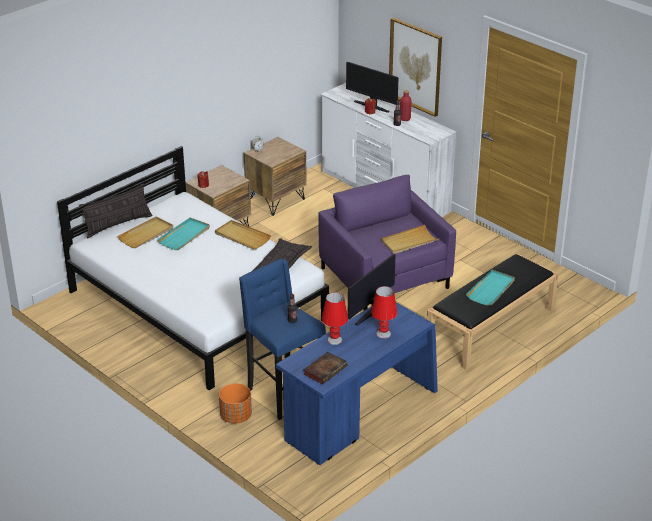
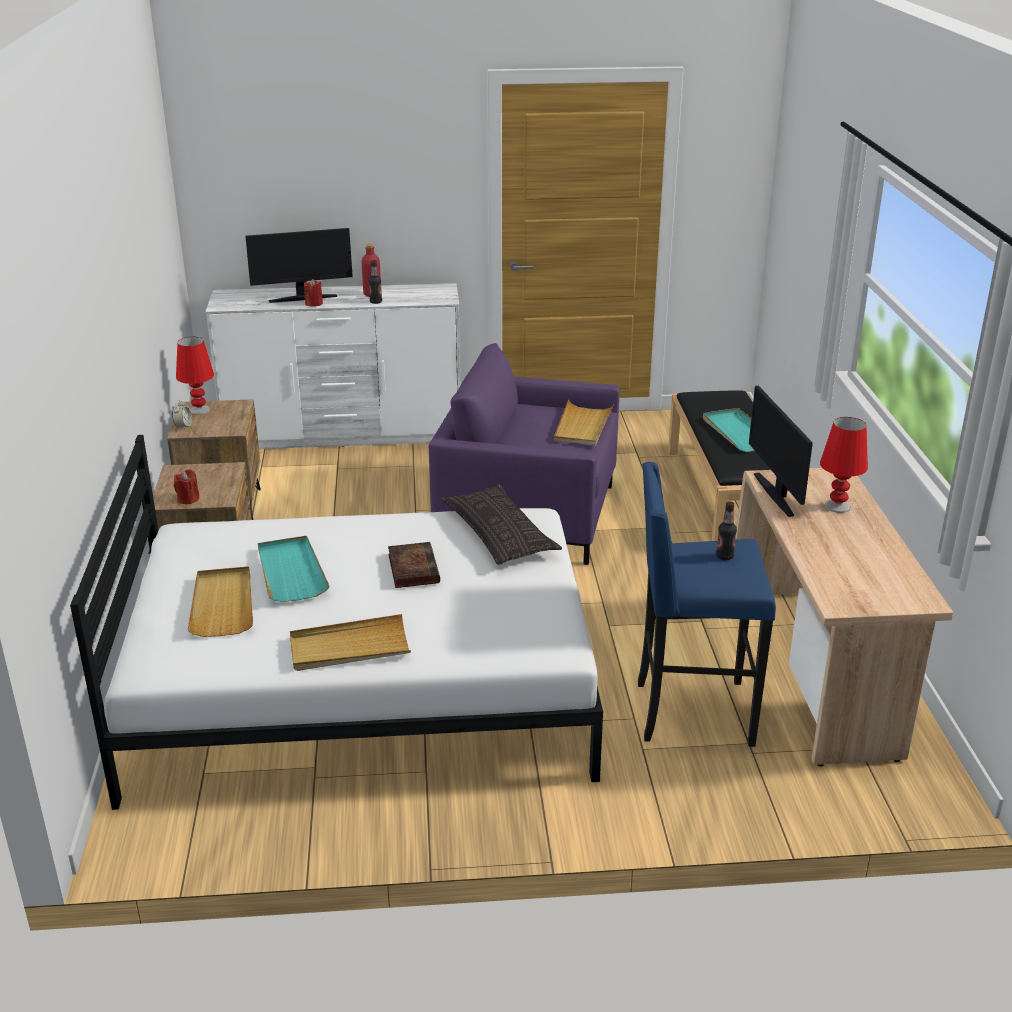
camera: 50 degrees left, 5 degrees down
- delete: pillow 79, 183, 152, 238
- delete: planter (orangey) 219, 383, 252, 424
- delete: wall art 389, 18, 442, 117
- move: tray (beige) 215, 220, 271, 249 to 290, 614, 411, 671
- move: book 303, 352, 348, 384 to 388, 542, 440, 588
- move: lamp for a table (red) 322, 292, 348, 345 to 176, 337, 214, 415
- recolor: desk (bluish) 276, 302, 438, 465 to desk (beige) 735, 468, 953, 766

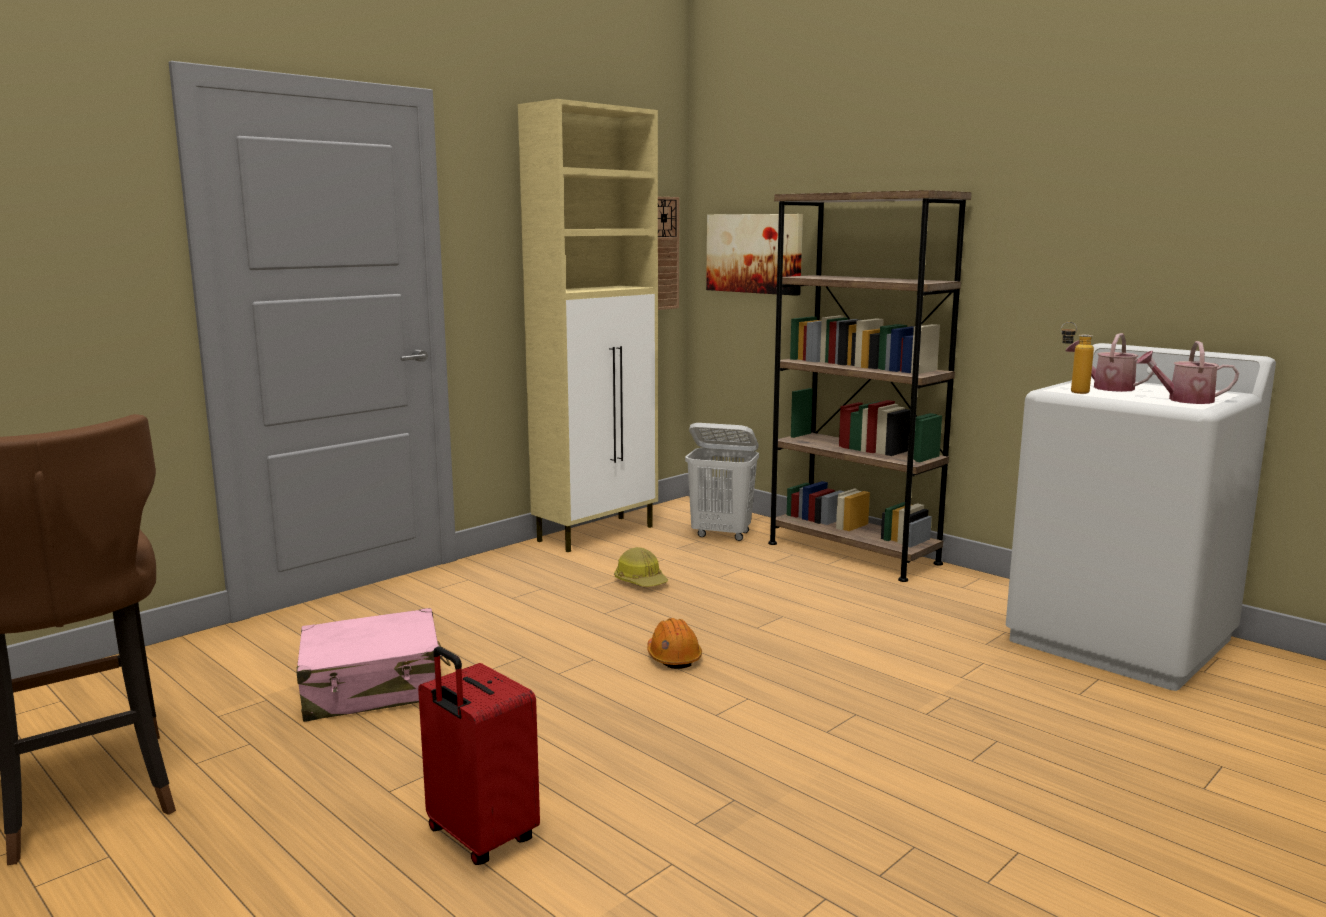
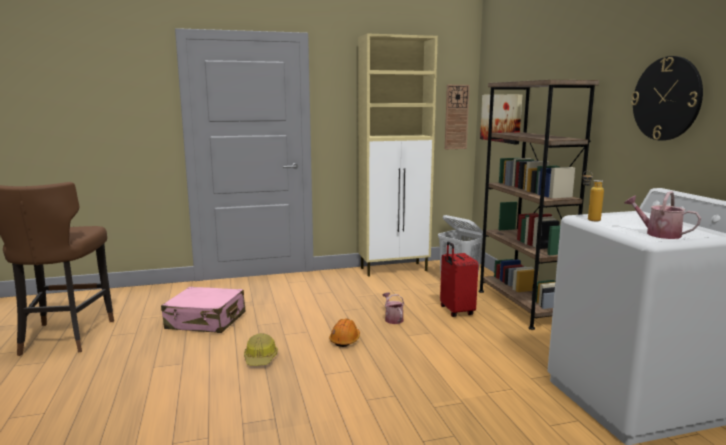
camera: 30 degrees right, 0 degrees up
- insert: hanging clock 631, 56, 703, 141
- move: piece of luggage (red) 418, 647, 540, 865 to 440, 242, 479, 317
- move: safety helmet 614, 547, 668, 587 to 244, 333, 278, 366
- move: watering pot 1065, 333, 1157, 392 to 383, 292, 404, 324

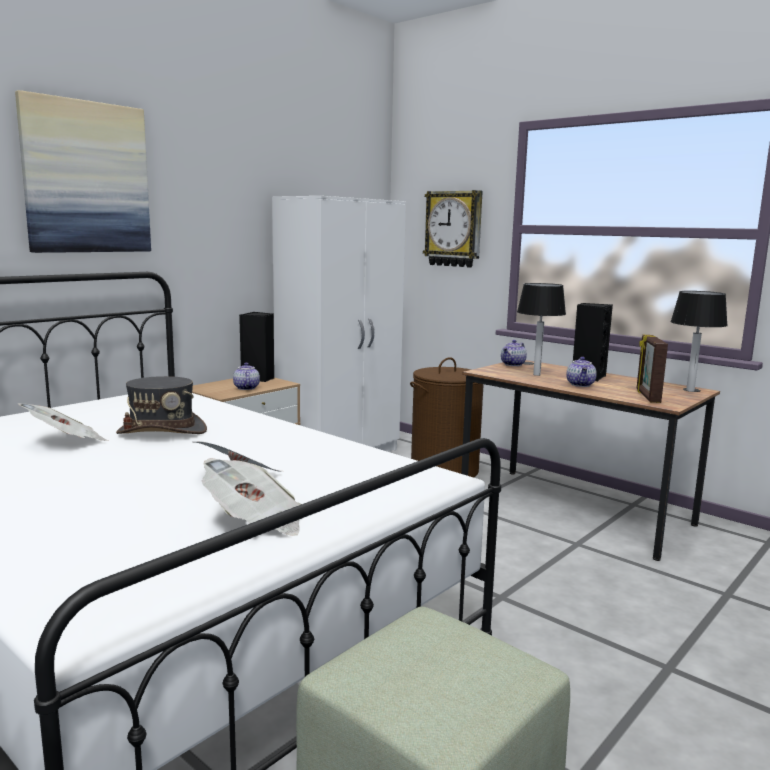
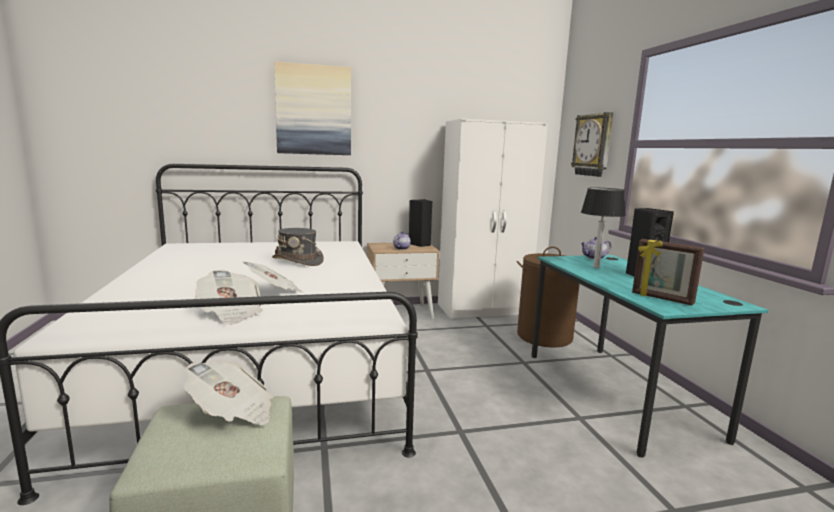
camera: 35 degrees right, 0 degrees up
- delete: pot for tea 566, 357, 597, 387
- delete: lamp for a table 670, 291, 728, 392
- move: daily paper 17, 403, 108, 441 to 184, 361, 273, 425
- recolor: desk (brown) 461, 360, 720, 561 to desk (turquoise) 532, 255, 768, 458
- rotate: photo frame 637, 335, 668, 403 = 632, 239, 704, 305 90 degrees counterclockwise

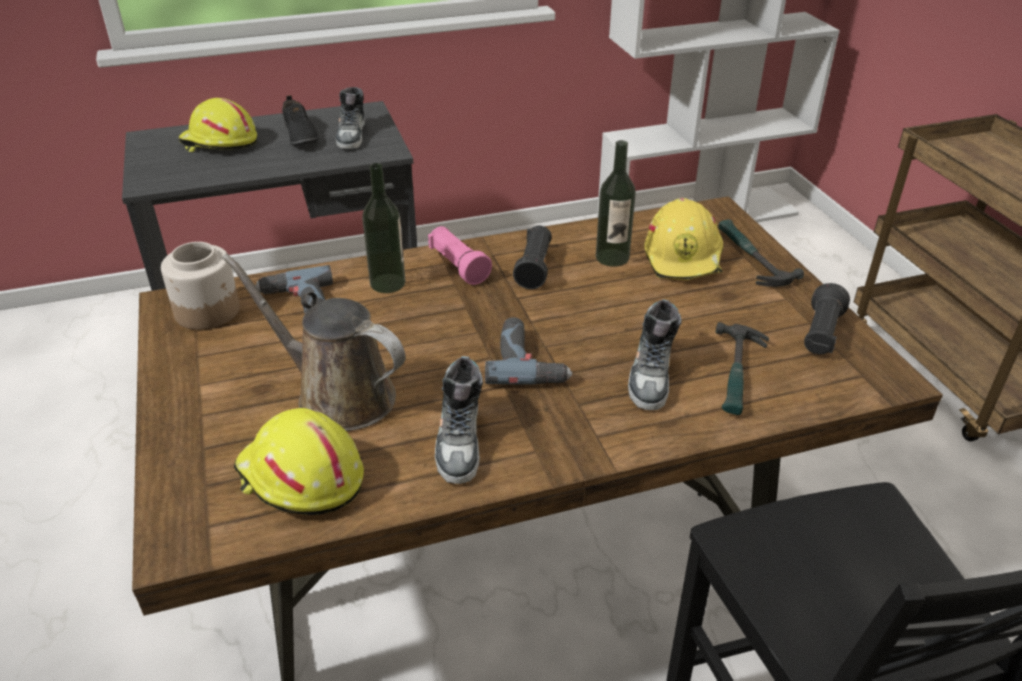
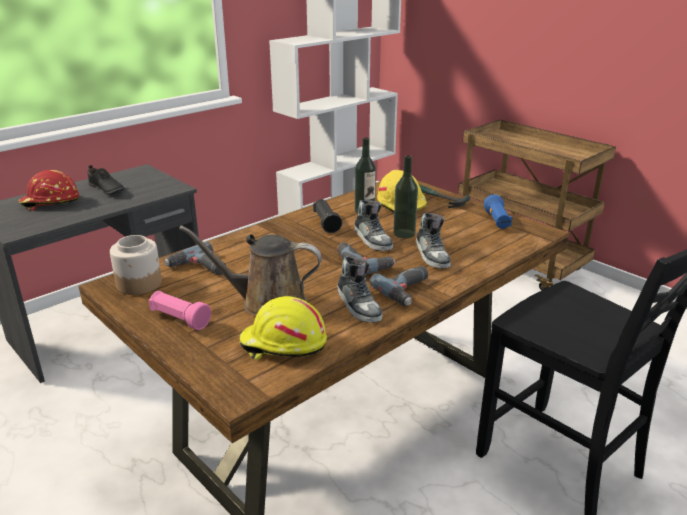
camera: 25 degrees left, 10 degrees down
- delete: hand hammer 716, 322, 769, 415
- insert: drill 369, 266, 428, 306
- move: shoe 336, 87, 365, 149 to 354, 200, 393, 251
- move: bottle 362, 163, 406, 293 to 393, 155, 418, 238
- move: hand torch (pink-coloured) 428, 226, 492, 285 to 148, 291, 211, 330
- recolor: safety helmet (yellow-coloured) 179, 98, 257, 152 to safety helmet (red) 19, 170, 79, 211
- recolor: hand torch (black-coloured) 804, 283, 850, 355 to hand torch (bluish) 484, 194, 512, 229

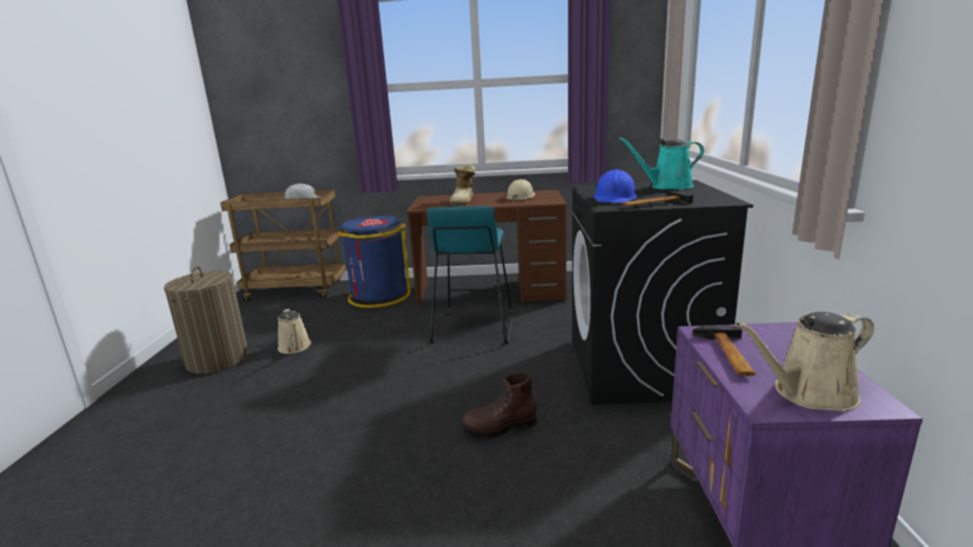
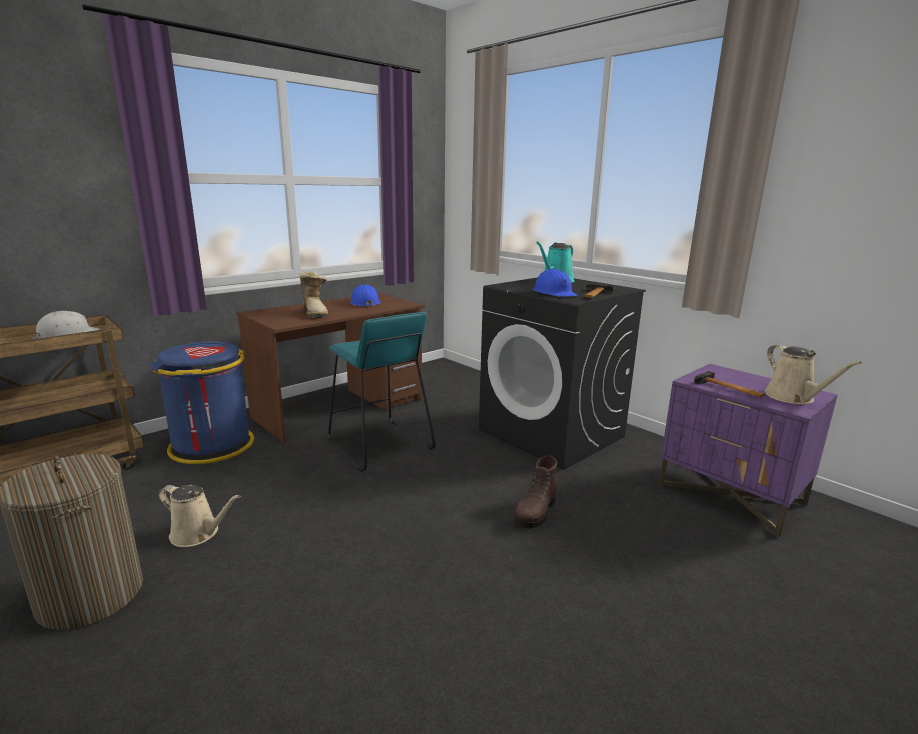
camera: 45 degrees left, 0 degrees up
- recolor: safety helmet (beige) 506, 179, 535, 201 to safety helmet (bluish) 350, 284, 380, 307
- rotate: watering pot (beige) 735, 312, 874, 411 = 764, 345, 862, 404 45 degrees counterclockwise

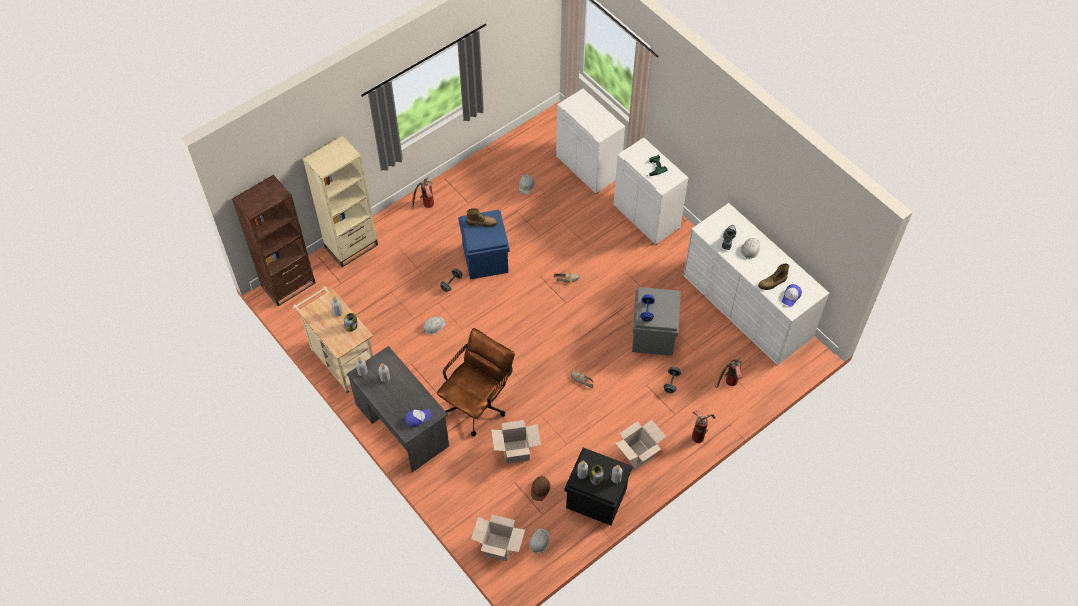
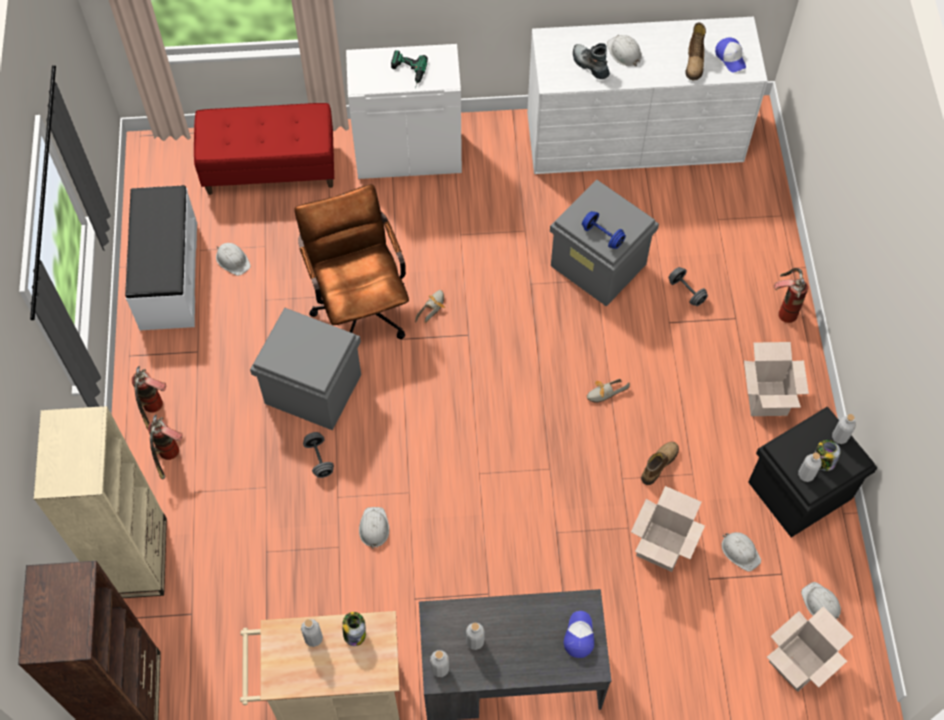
camera: 55 degrees left, 5 degrees up
- insert: long seat (white) 125, 185, 197, 330
- move: desk chair (brown) 437, 328, 515, 436 to 294, 184, 409, 339
- move: tall boot 466, 208, 498, 227 to 641, 442, 679, 485
- move: fire-fighting cylinder 715, 358, 743, 388 to 148, 415, 183, 479
- replace: storage cabinet (white) 556, 89, 625, 194 to long seat (red) 194, 103, 334, 195
- recolor: storage container (bluish) 458, 210, 510, 279 to storage container (grey) 250, 308, 361, 430
- recolor: safety helmet (brown) 531, 476, 550, 501 to safety helmet (white) 722, 532, 761, 571

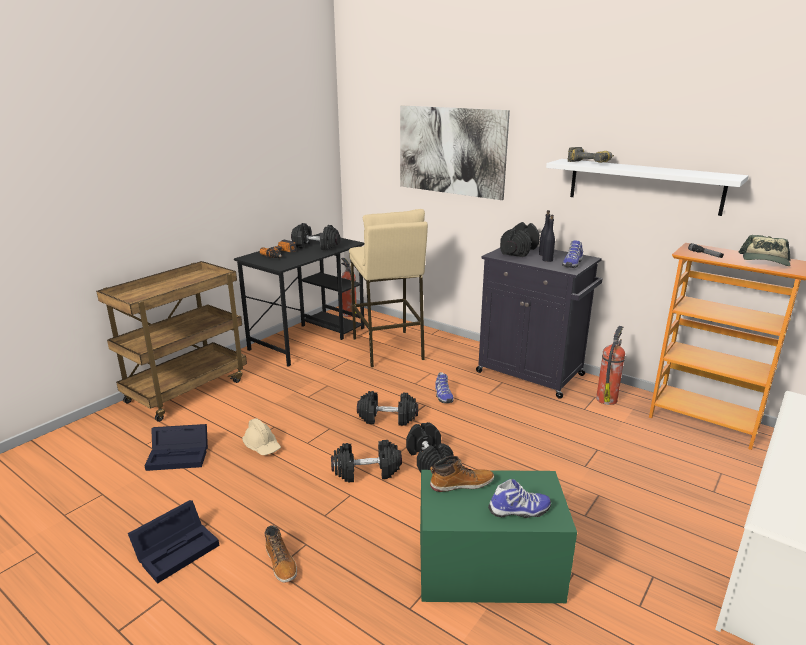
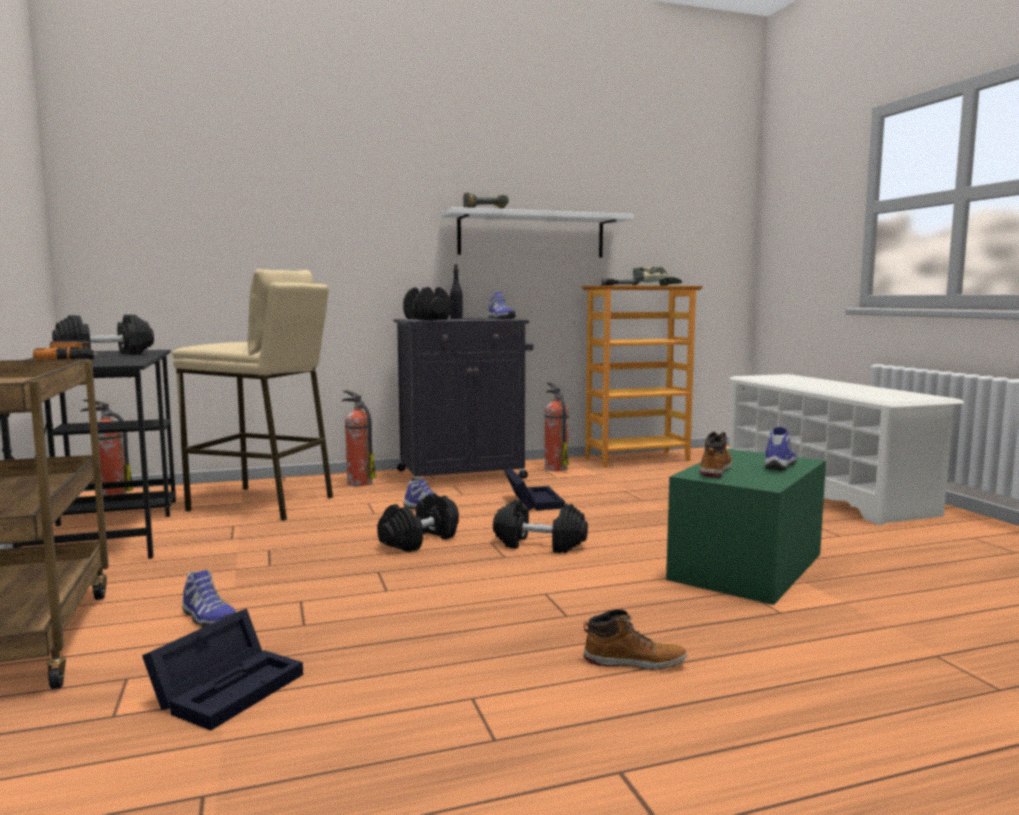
camera: 55 degrees left, 15 degrees down
- delete: safety helmet (beige) 242, 418, 281, 455
- delete: free weight (black-coloured) 331, 440, 402, 482
- delete: wall art 400, 106, 510, 200
- delete: bottle (black-coloured) 542, 215, 555, 262
- insert: shoe 182, 570, 236, 628
- insert: fire-fighting cylinder 342, 390, 376, 486
- move: storage container (black-coloured) 128, 500, 220, 584 to 504, 468, 565, 510

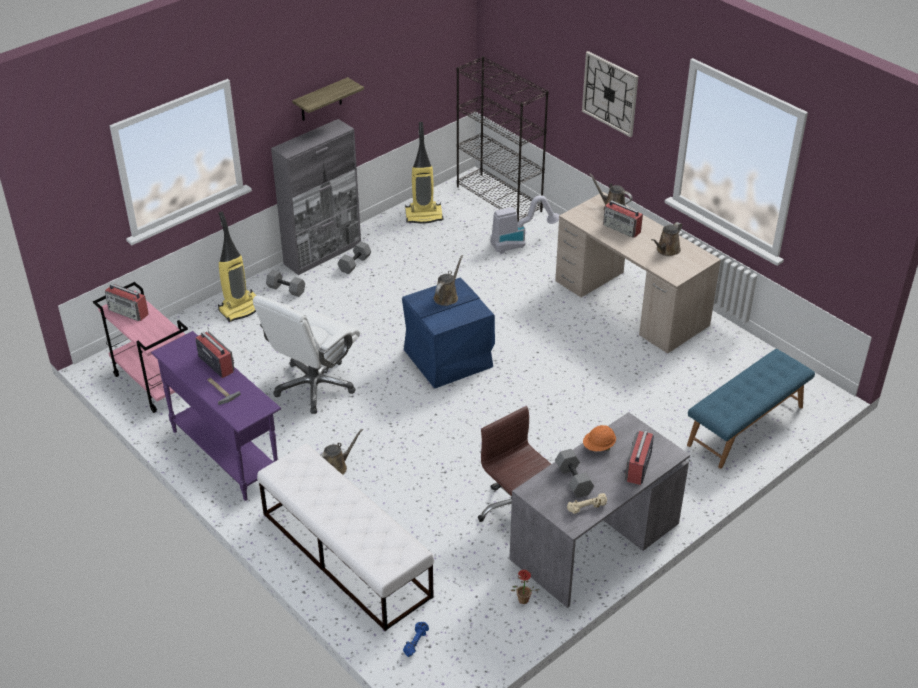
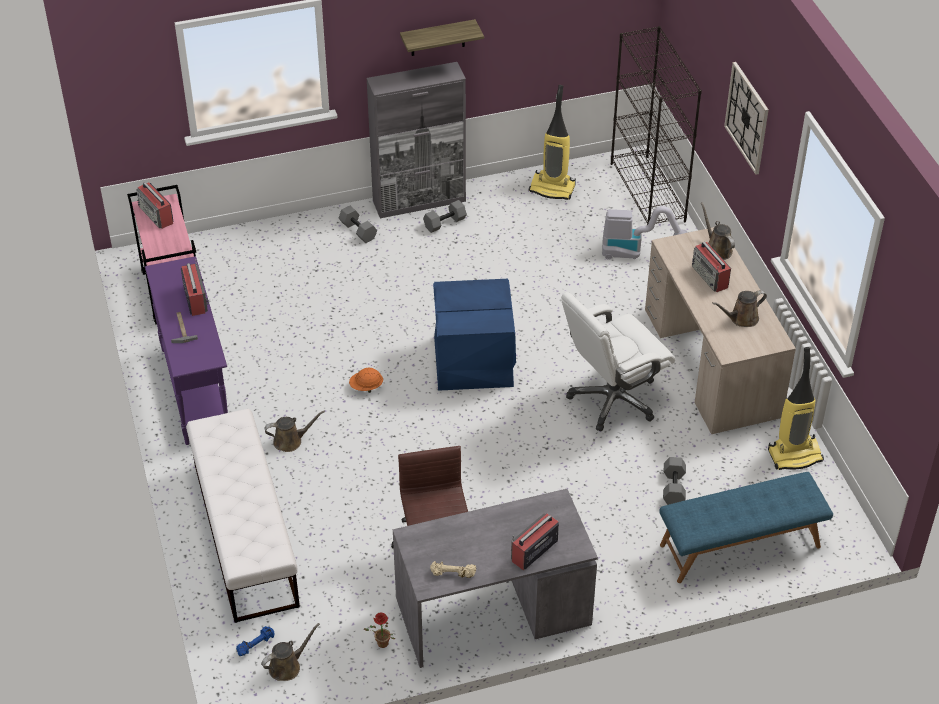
camera: 25 degrees right, 5 degrees up
- move: vacuum cleaner 218, 211, 257, 322 to 768, 347, 824, 470
- move: desk chair (white) 253, 295, 360, 414 to 561, 292, 675, 431
- move: watering pot (brown) 434, 255, 463, 306 to 261, 623, 320, 681
- move: free weight (grey) 555, 449, 594, 498 to 663, 457, 686, 505
- move: safety helmet (orangey) 583, 425, 616, 451 to 349, 368, 383, 393

